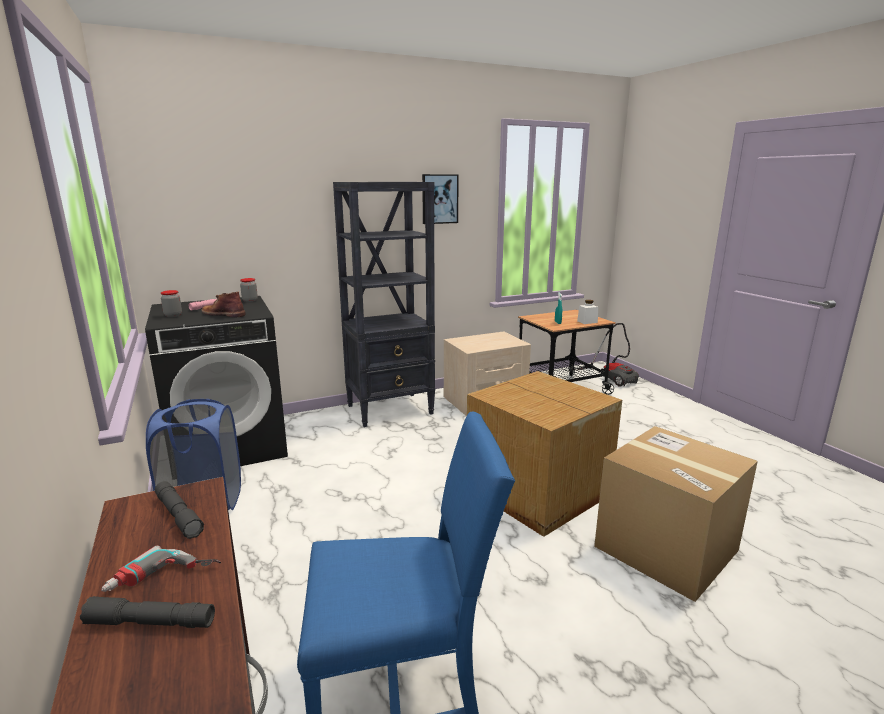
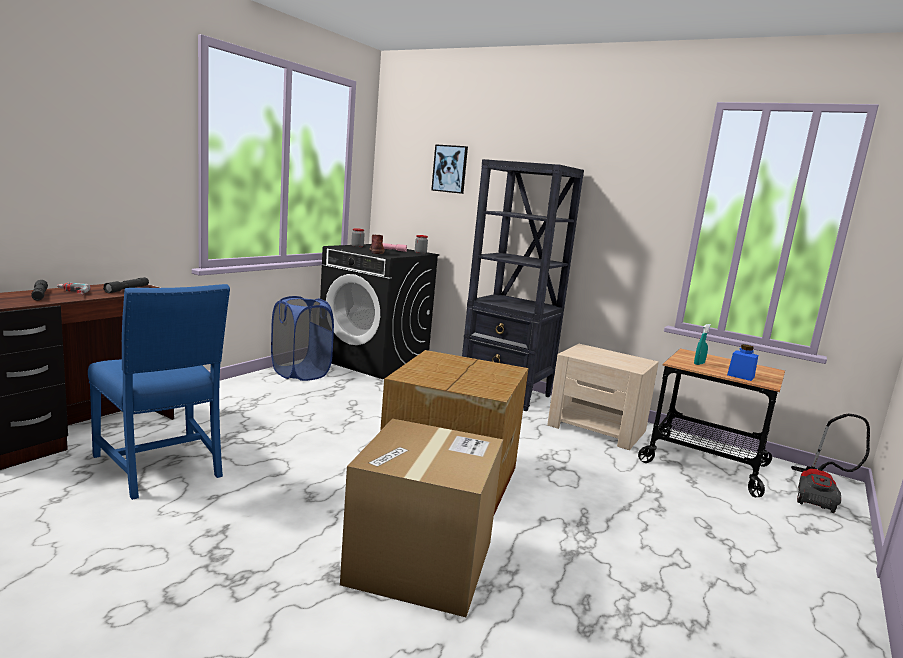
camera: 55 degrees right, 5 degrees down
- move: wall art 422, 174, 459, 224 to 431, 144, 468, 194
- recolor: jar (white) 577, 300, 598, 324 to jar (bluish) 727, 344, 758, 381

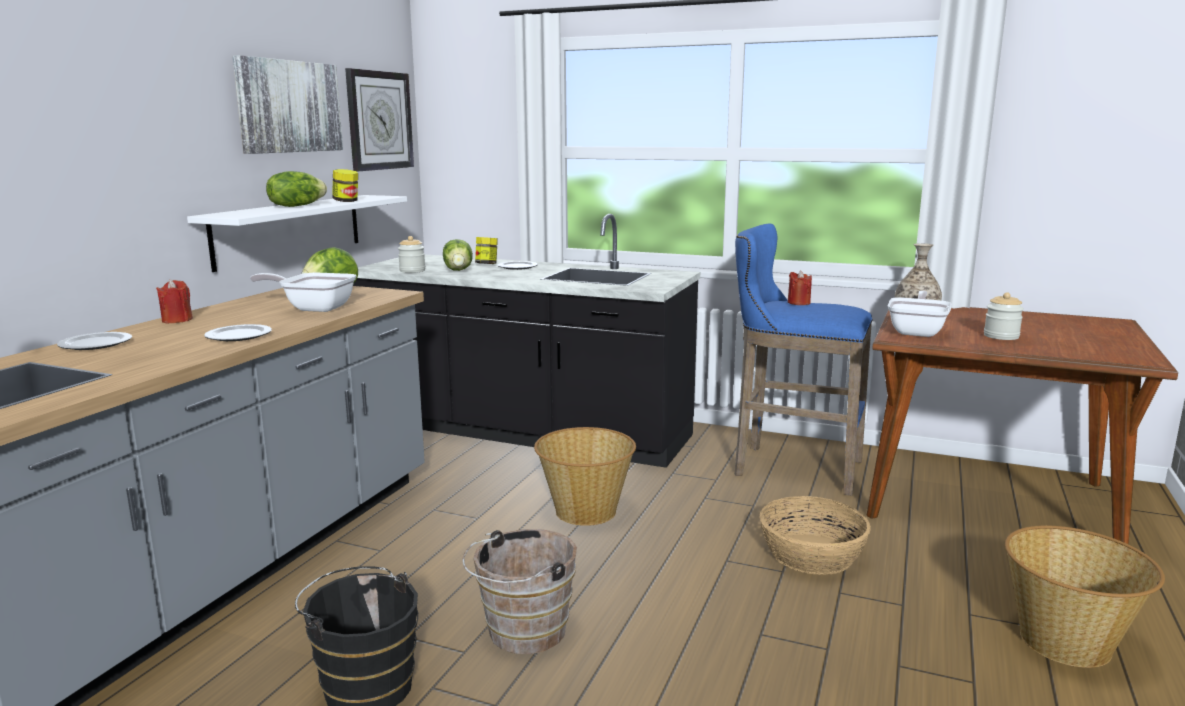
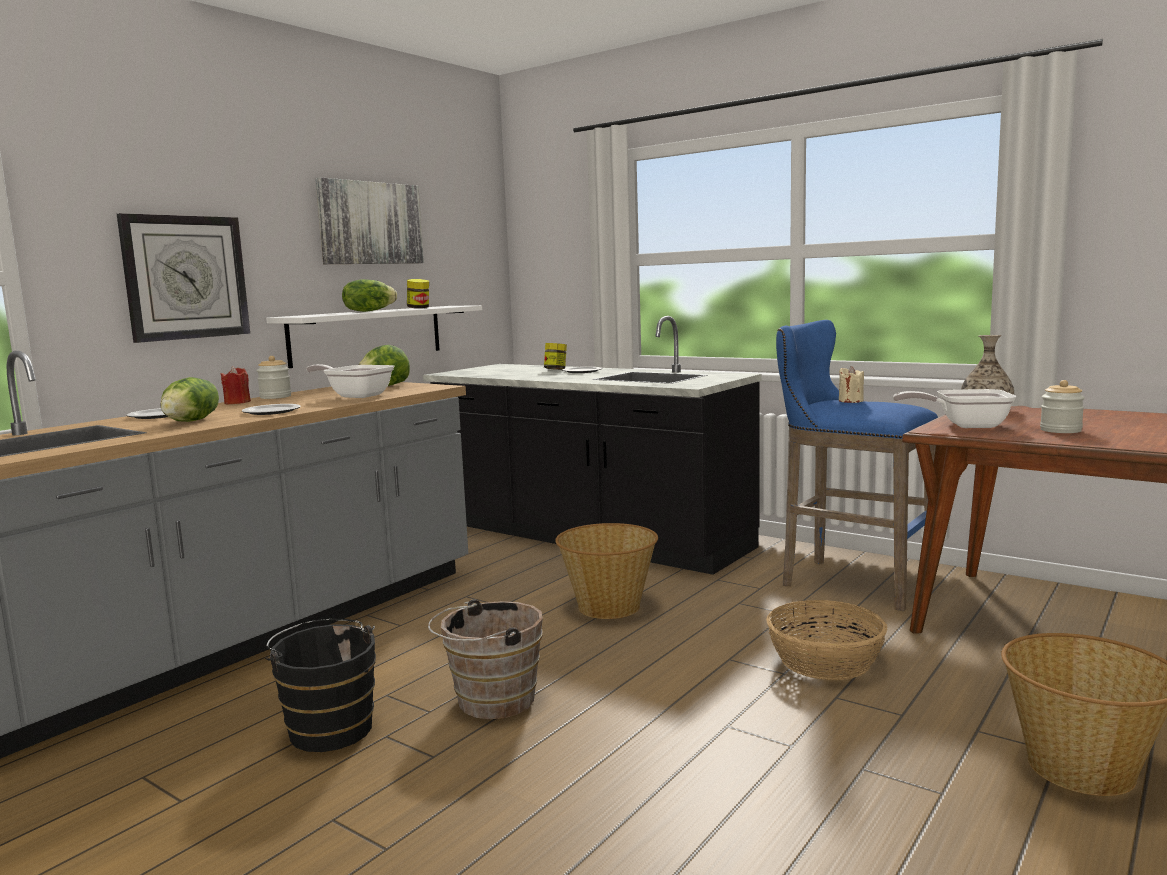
camera: 15 degrees right, 5 degrees down
- move: hanging clock 345, 68, 414, 171 to 117, 213, 250, 343
- move: jar 398, 236, 425, 273 to 257, 356, 291, 399
- move: head of lettuce 443, 239, 473, 271 to 161, 377, 219, 422
- recolor: wax light (red) 788, 271, 812, 305 to wax light (beige) 839, 366, 864, 403
- rotate: frying pan 887, 291, 951, 337 = 893, 389, 1016, 428 120 degrees counterclockwise

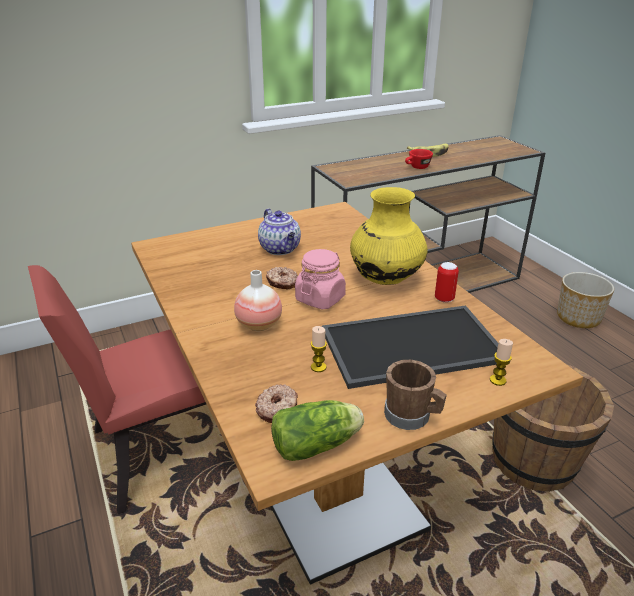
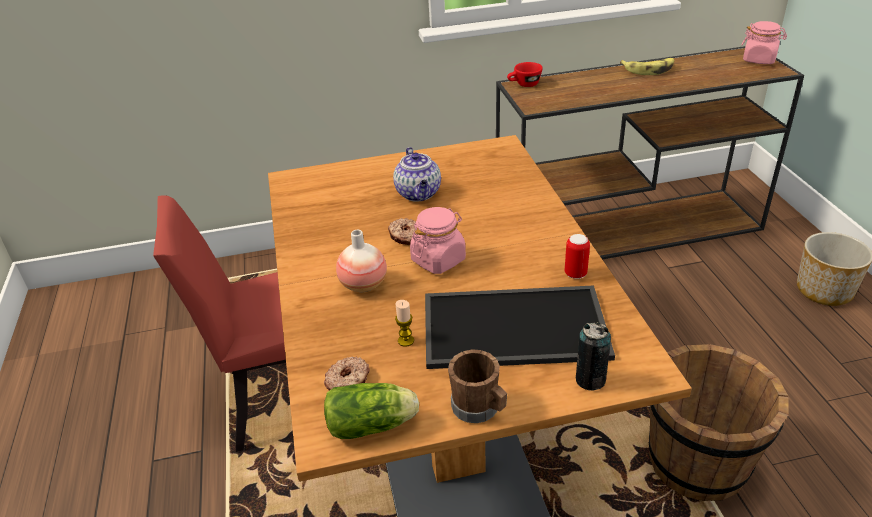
camera: 15 degrees right, 5 degrees up
- delete: vase (yellow-coloured) 350, 187, 427, 285
- insert: jar (pink-coloured) 742, 21, 787, 64
- move: drinking cup (red) 405, 149, 433, 169 to 507, 62, 543, 87
- replace: wax light 490, 339, 513, 386 to metal can 575, 322, 611, 391

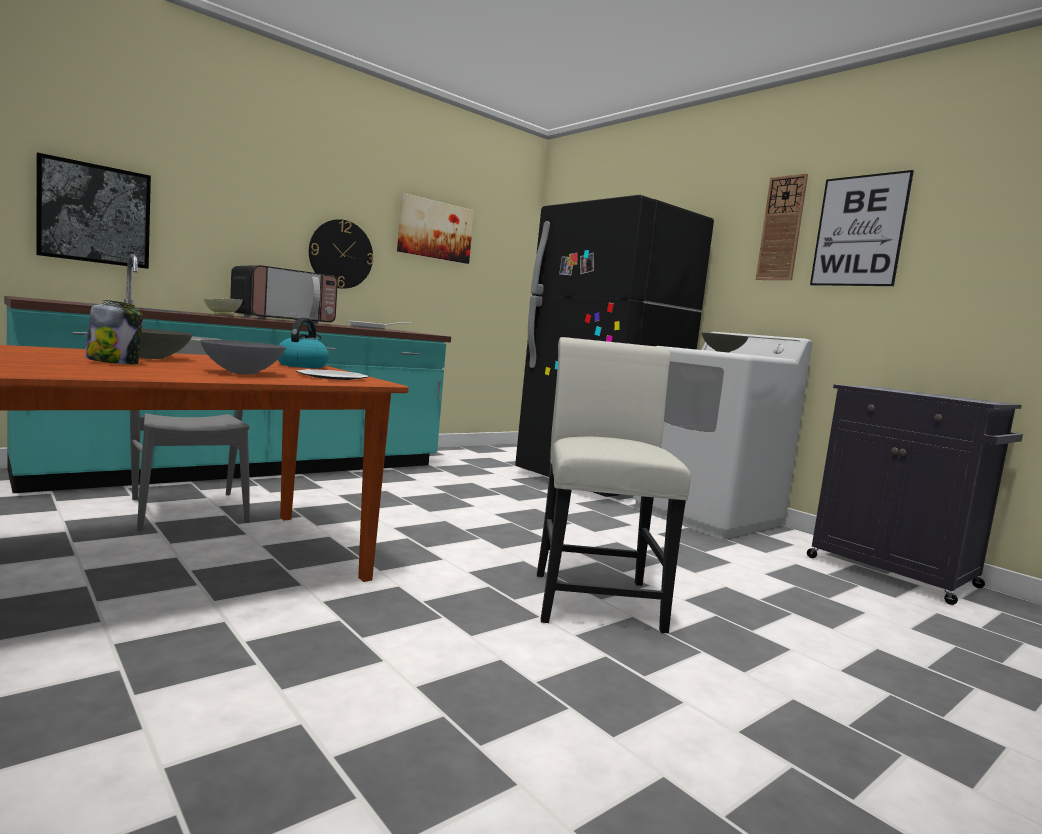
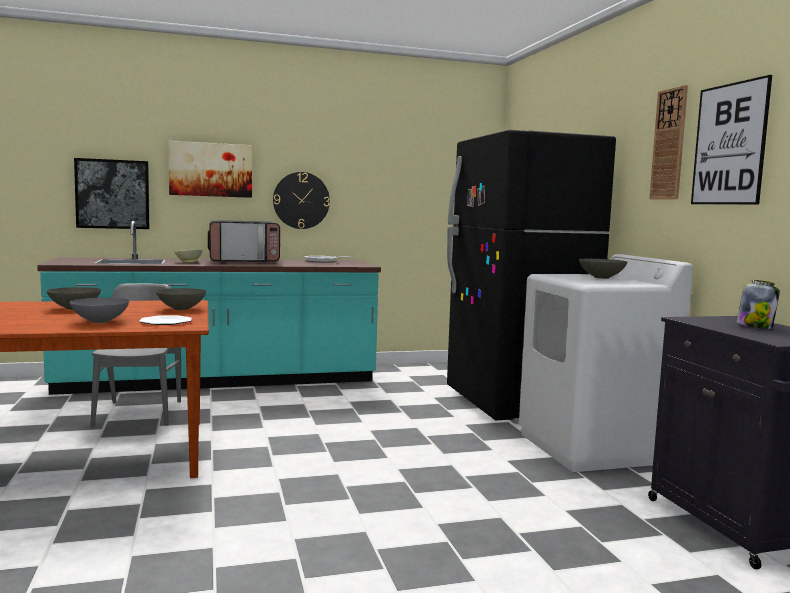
camera: 25 degrees right, 0 degrees up
- delete: upright chair (white) 537, 337, 691, 633
- move: jar 85, 300, 143, 364 to 737, 280, 780, 329
- move: wall art 397, 193, 474, 264 to 169, 141, 252, 198
- replace: tea kettle 278, 317, 329, 368 to bowl (grey) 156, 288, 206, 310

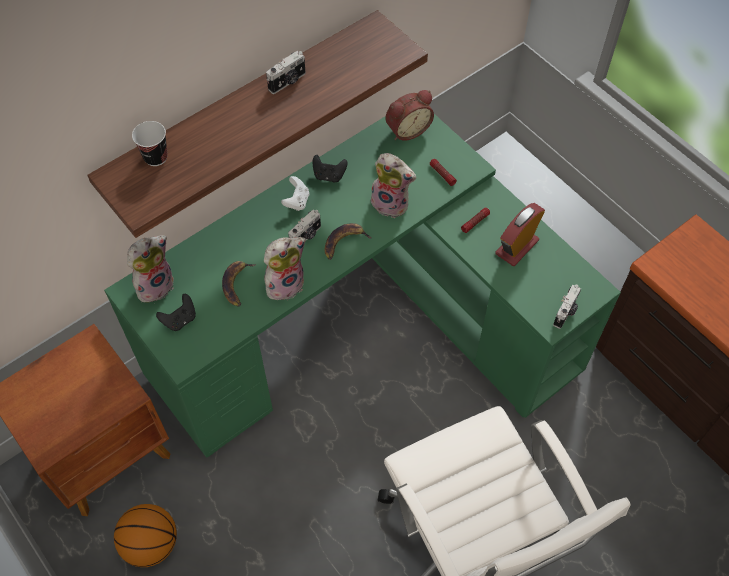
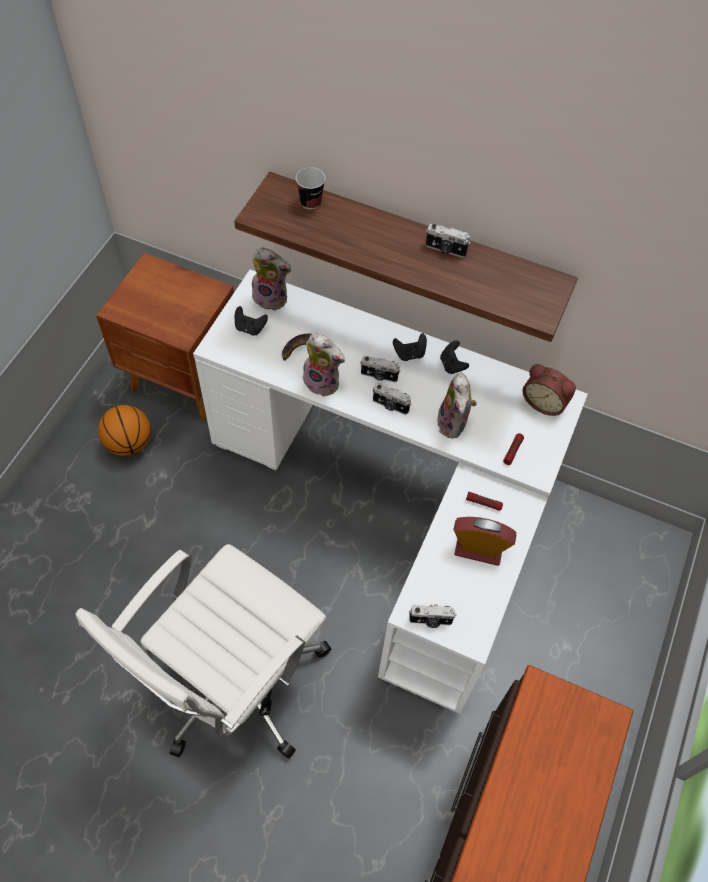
camera: 60 degrees right, 0 degrees up
- replace: banana 325, 223, 371, 260 to still camera 373, 383, 412, 415
- recolor: desk (greenish) 104, 114, 621, 458 to desk (white) 193, 270, 588, 714
- recolor: gamepad (white) 281, 176, 309, 211 to gamepad (black-coloured) 393, 333, 427, 361

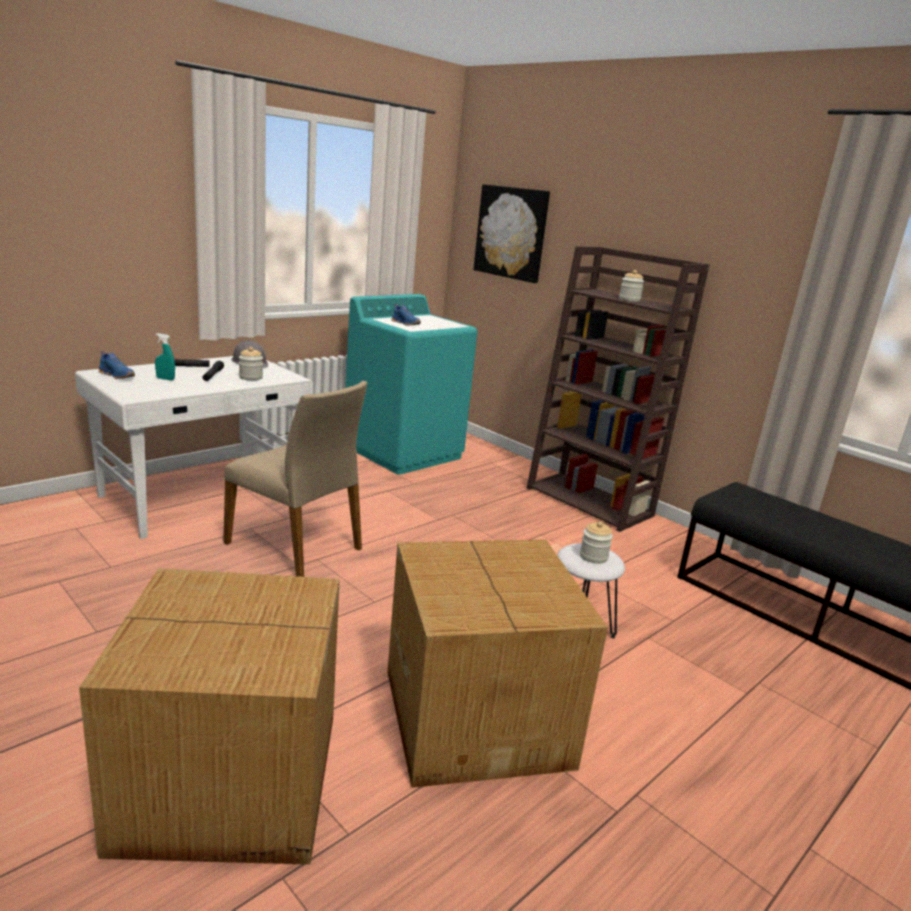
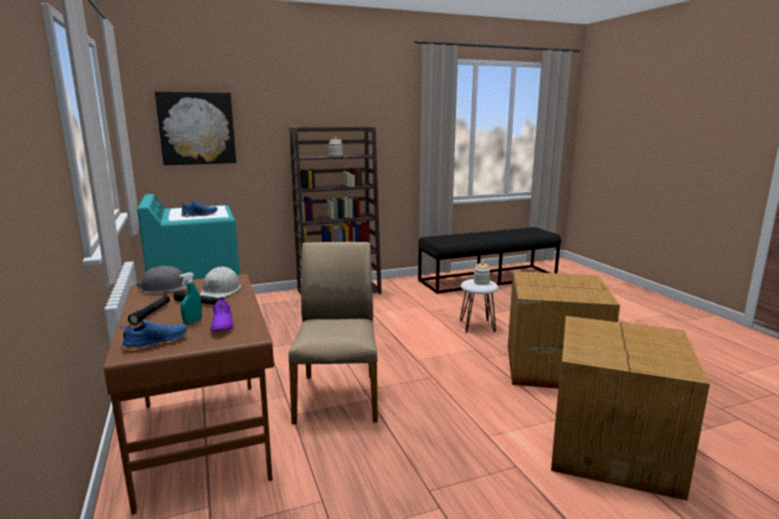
camera: 65 degrees left, 5 degrees down
- insert: shoe (purple) 210, 297, 233, 332
- replace: jar 239, 347, 263, 381 to safety helmet (white) 200, 266, 241, 298
- recolor: desk (white) 75, 356, 313, 539 to desk (brown) 104, 274, 274, 515
- rotate: upright chair (beige) 223, 381, 367, 577 = 288, 242, 378, 424 60 degrees counterclockwise

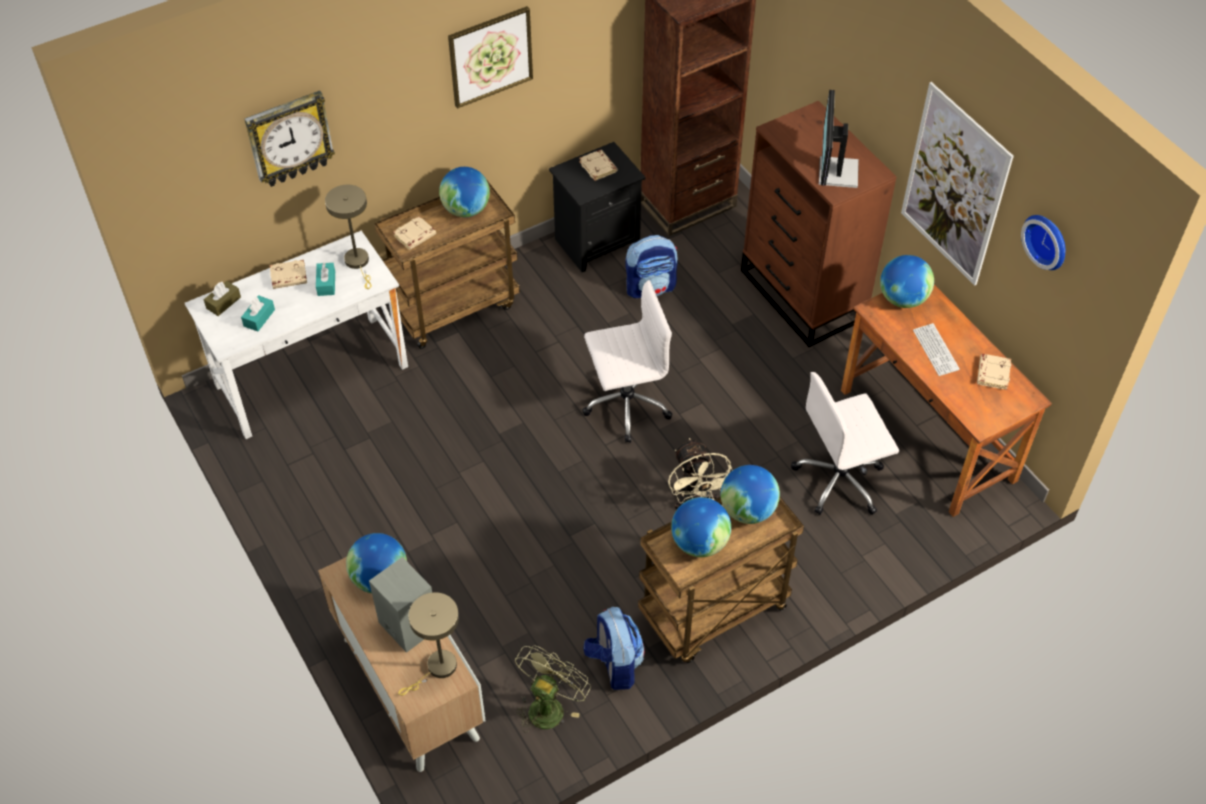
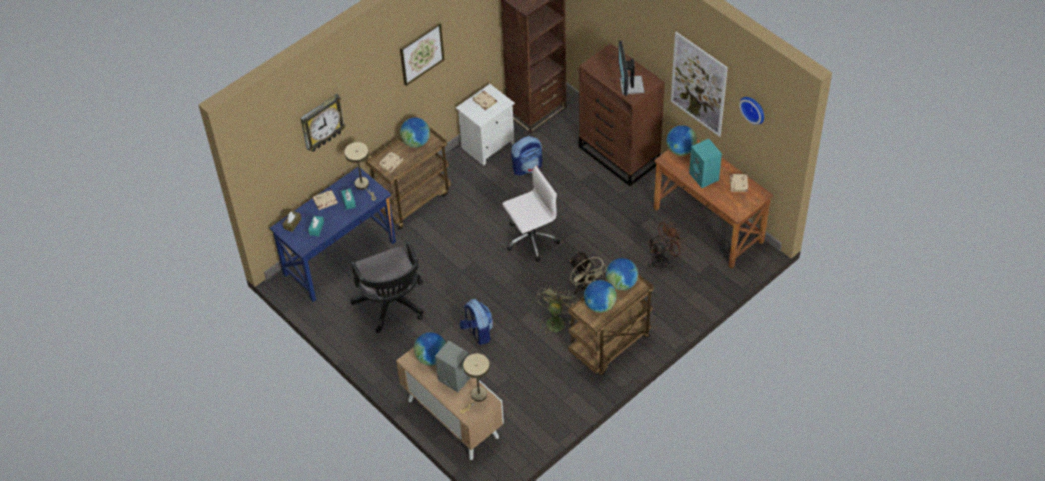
camera: 10 degrees left, 0 degrees up
- insert: desk chair (black-coloured) 351, 242, 424, 333
- move: fan (greenish) 515, 645, 591, 733 to 536, 286, 578, 335
- move: backpack 583, 607, 645, 690 to 460, 299, 493, 345
- replace: desk chair (white) 791, 372, 899, 515 to fan (brown) 648, 219, 687, 269
- replace: keyboard 913, 323, 960, 376 to loudspeaker (turquoise) 689, 139, 722, 188
- recolor: desk (white) 185, 231, 408, 439 to desk (bluish) 269, 167, 396, 302
- recolor: bedside table (black-coloured) 549, 142, 646, 272 to bedside table (white) 456, 84, 515, 166

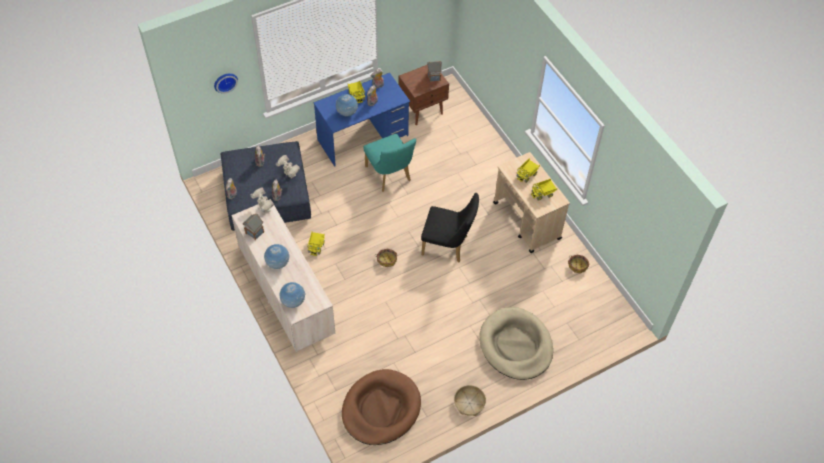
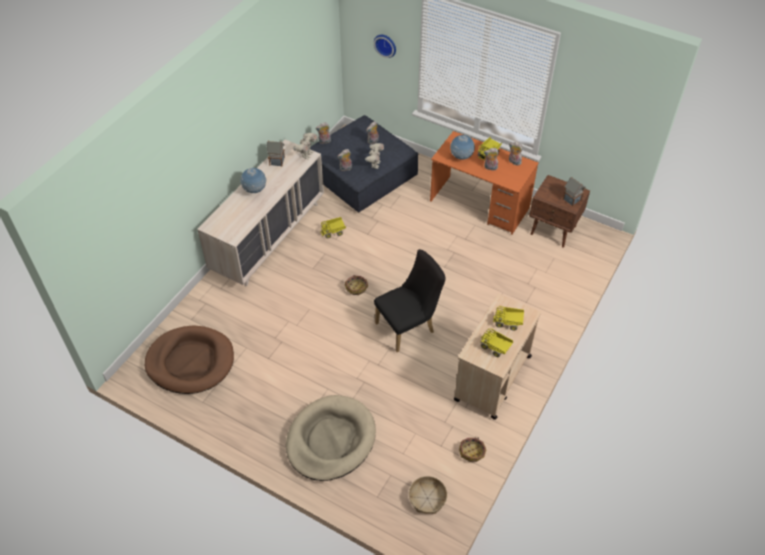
camera: 60 degrees right, 5 degrees down
- delete: desk globe 280, 282, 306, 308
- delete: upright chair (turquoise) 363, 134, 416, 192
- move: household basket 454, 385, 486, 416 to 409, 476, 447, 514
- recolor: desk (bluish) 313, 73, 410, 167 to desk (orangey) 430, 131, 539, 234
- rotate: upright chair (black-coloured) 421, 193, 479, 262 = 374, 249, 446, 352 105 degrees counterclockwise

